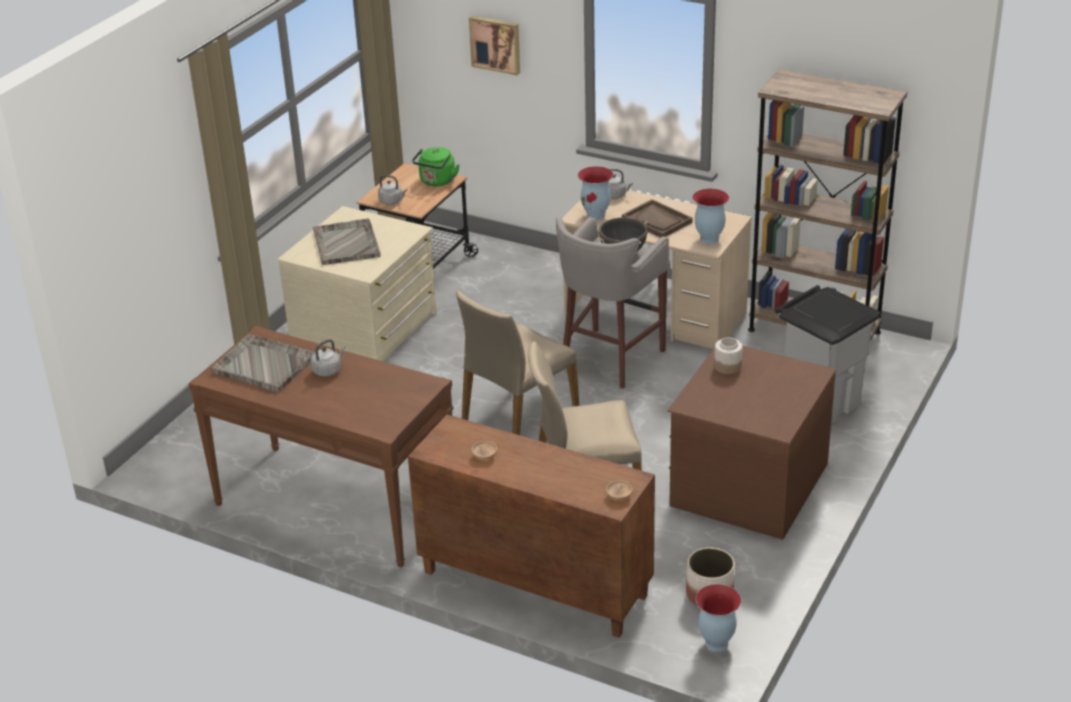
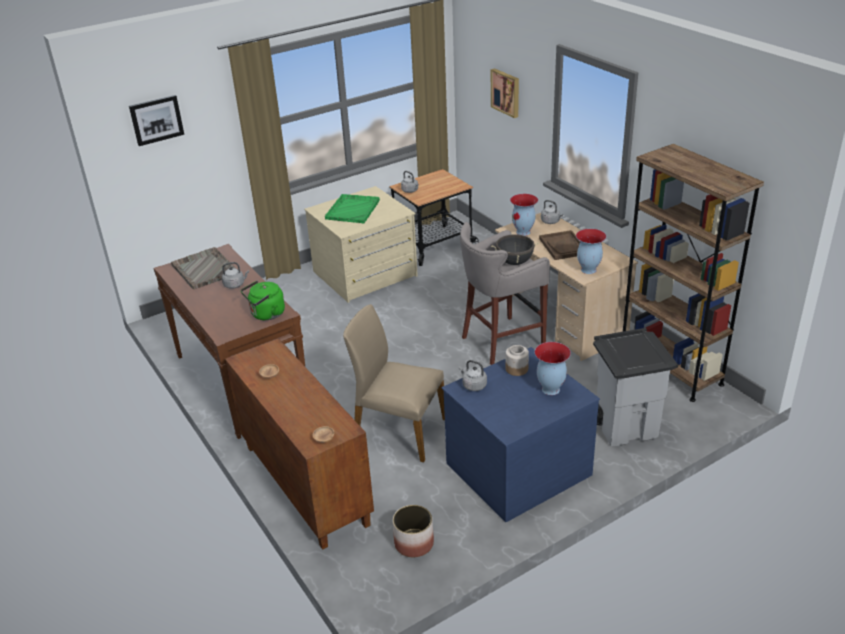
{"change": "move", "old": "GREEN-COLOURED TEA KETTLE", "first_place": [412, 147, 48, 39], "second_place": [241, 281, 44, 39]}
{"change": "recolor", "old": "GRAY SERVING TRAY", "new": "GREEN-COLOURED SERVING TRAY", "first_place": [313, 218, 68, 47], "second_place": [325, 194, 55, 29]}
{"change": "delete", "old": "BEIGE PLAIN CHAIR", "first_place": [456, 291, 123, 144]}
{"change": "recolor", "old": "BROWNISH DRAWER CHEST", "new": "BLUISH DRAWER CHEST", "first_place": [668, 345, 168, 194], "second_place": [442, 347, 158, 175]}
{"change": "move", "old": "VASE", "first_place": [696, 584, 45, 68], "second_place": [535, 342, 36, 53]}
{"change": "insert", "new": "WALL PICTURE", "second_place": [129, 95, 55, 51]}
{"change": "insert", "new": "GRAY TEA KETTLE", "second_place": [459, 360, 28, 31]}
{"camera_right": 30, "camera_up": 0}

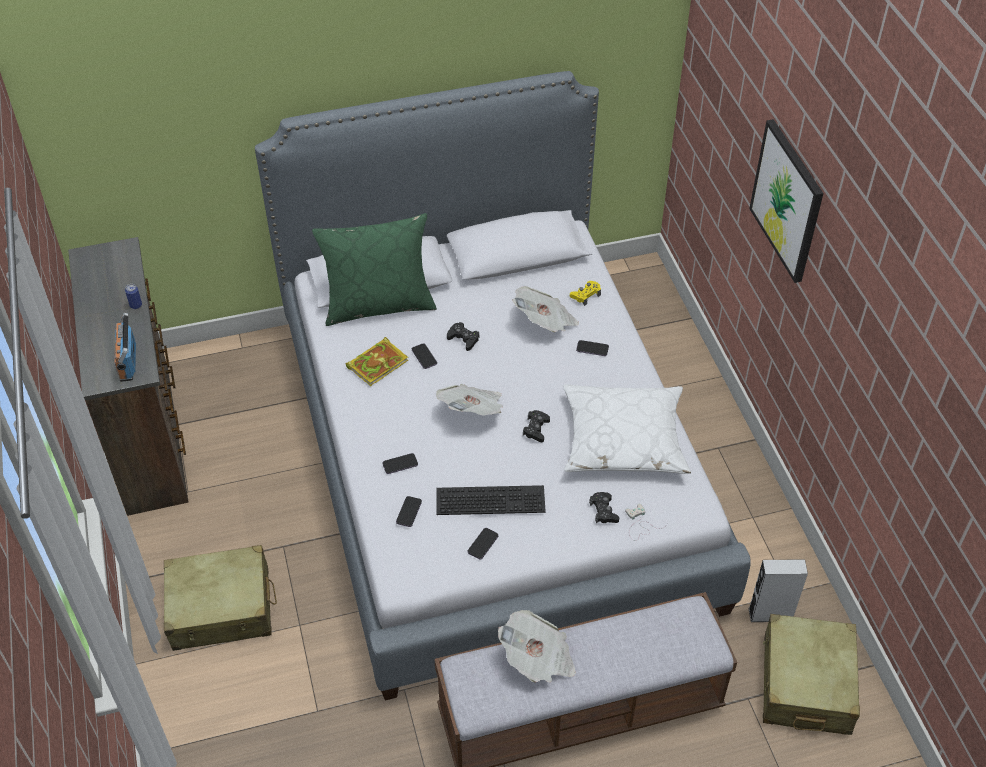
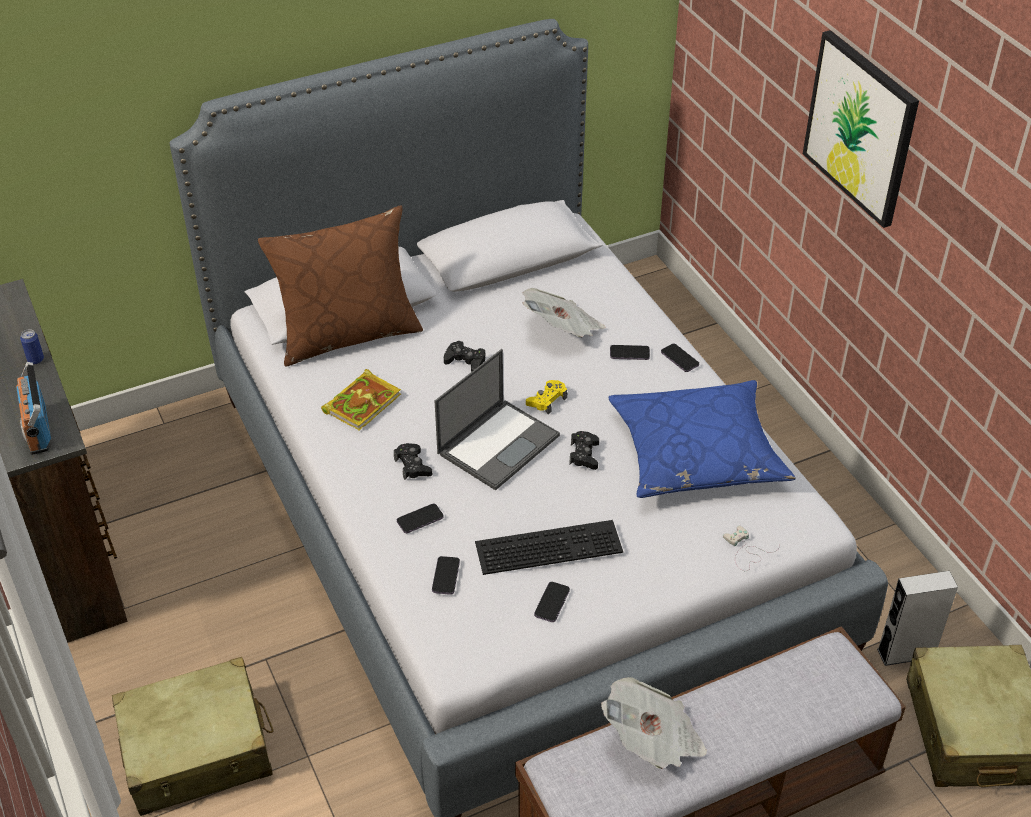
{"change": "recolor", "old": "GREEN-COLOURED CUSHION", "new": "BROWNISH CUSHION", "first_place": [312, 213, 125, 113], "second_place": [258, 205, 165, 162]}
{"change": "move", "old": "YELLOW-COLOURED GAMEPAD", "first_place": [570, 281, 31, 25], "second_place": [526, 380, 41, 34]}
{"change": "move", "old": "HANDSET", "first_place": [412, 343, 25, 26], "second_place": [661, 344, 38, 28]}
{"change": "replace", "old": "NEWSPAPER", "new": "NOTEBOOK COMPUTER", "first_place": [436, 384, 67, 32], "second_place": [435, 349, 125, 141]}
{"change": "recolor", "old": "WHITE-COLOURED CUSHION", "new": "BLUISH CUSHION", "first_place": [563, 384, 128, 90], "second_place": [608, 380, 188, 118]}
{"change": "move", "old": "BLACKISH GAMEPAD", "first_place": [589, 492, 30, 31], "second_place": [394, 443, 38, 37]}
{"camera_right": -10, "camera_up": -5}

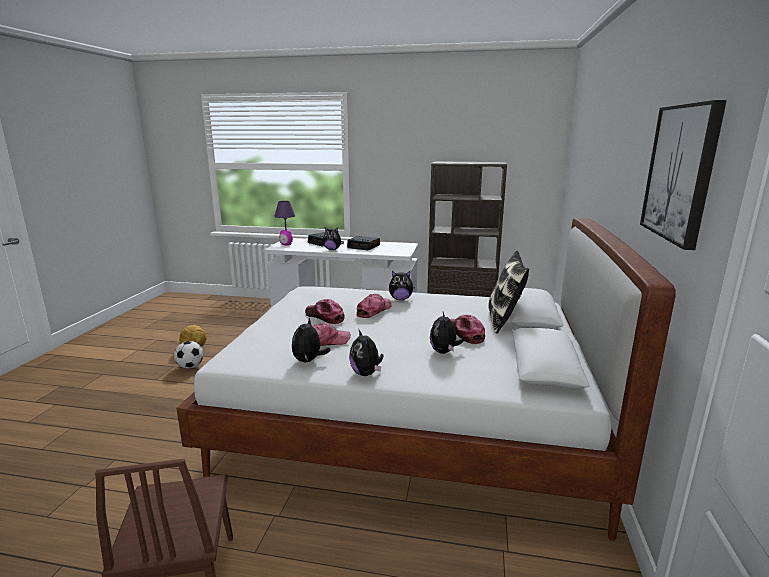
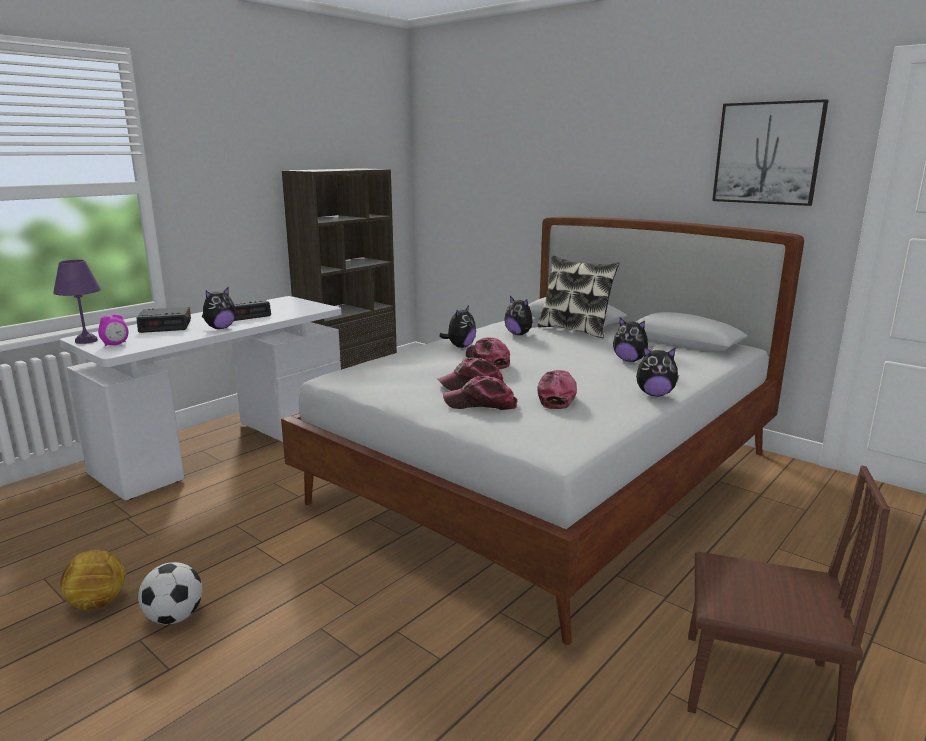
{"change": "move", "old": "CAP", "first_place": [450, 315, 35, 29], "second_place": [443, 375, 74, 35]}
{"change": "move", "old": "PLUSH TOY", "first_place": [292, 318, 39, 44], "second_place": [504, 296, 34, 39]}
{"camera_right": -60, "camera_up": 0}

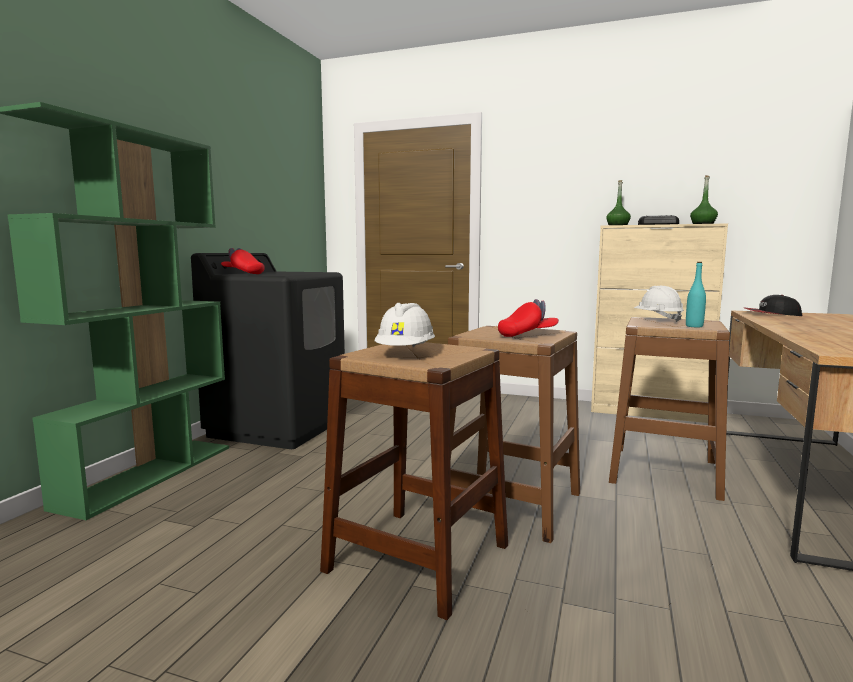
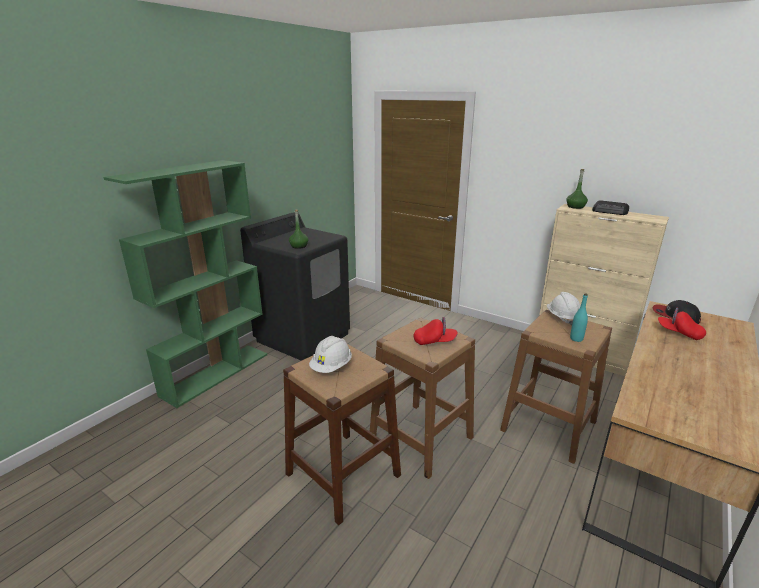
{"change": "move", "old": "GREEN-COLOURED BEVERAGE BOTTLE", "first_place": [690, 175, 28, 49], "second_place": [289, 210, 19, 39]}
{"change": "move", "old": "REDDISH CAP", "first_place": [221, 248, 44, 26], "second_place": [658, 308, 48, 32]}
{"camera_right": 15, "camera_up": 15}

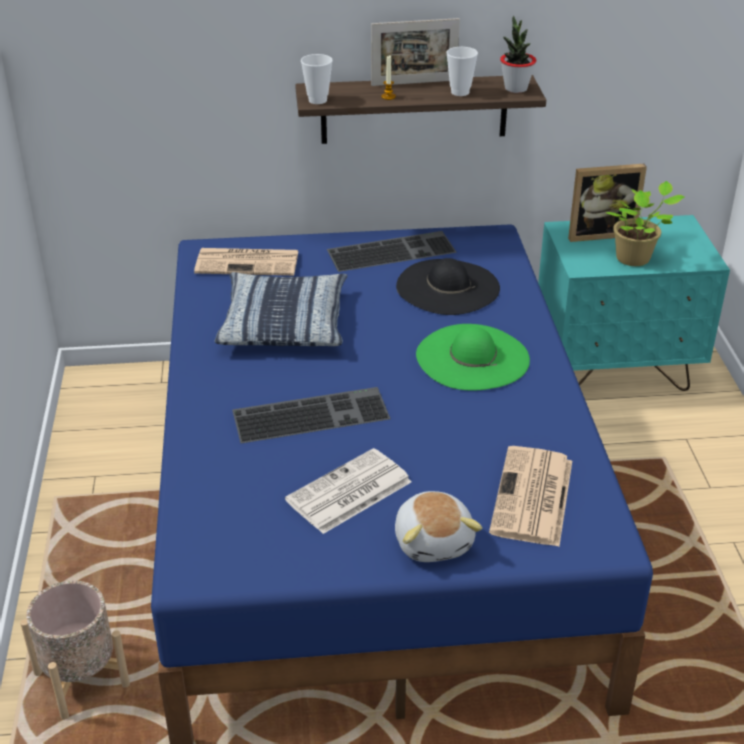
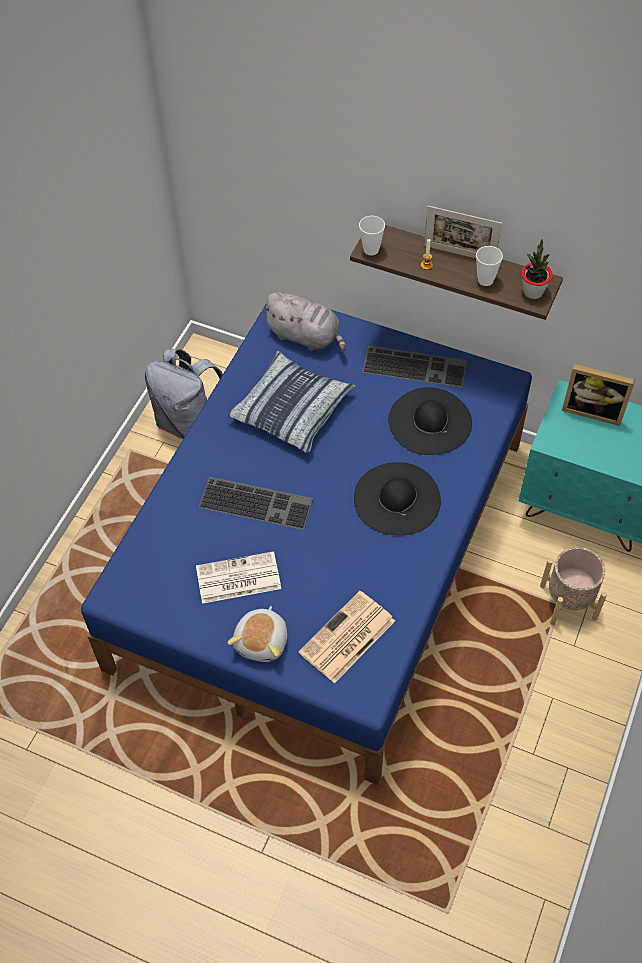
{"change": "delete", "old": "POTTED PLANT", "first_place": [606, 181, 79, 85]}
{"change": "replace", "old": "NEWSPAPER", "new": "GRAY PLUSH TOY", "first_place": [194, 248, 105, 28], "second_place": [262, 292, 84, 59]}
{"change": "recolor", "old": "GREEN-COLOURED HAT", "new": "BLACKISH HAT", "first_place": [416, 324, 114, 67], "second_place": [354, 462, 87, 74]}
{"change": "move", "old": "BEIGE PLANT POT", "first_place": [21, 581, 109, 139], "second_place": [540, 547, 67, 78]}
{"change": "insert", "new": "GRAY RUCKSACK", "second_place": [145, 349, 78, 90]}
{"camera_right": 30, "camera_up": 20}

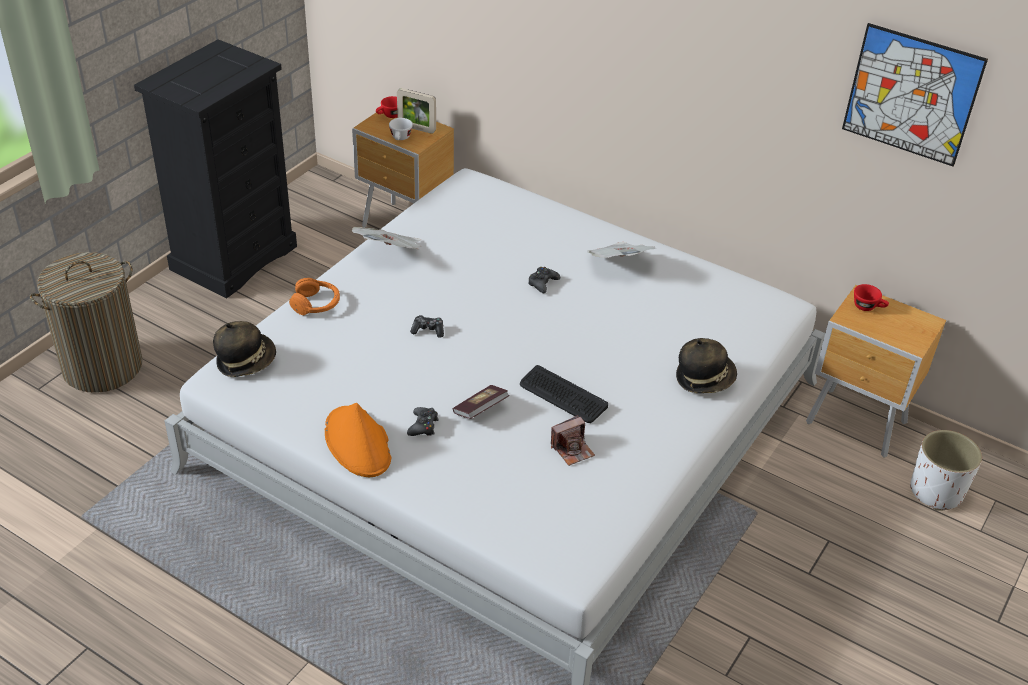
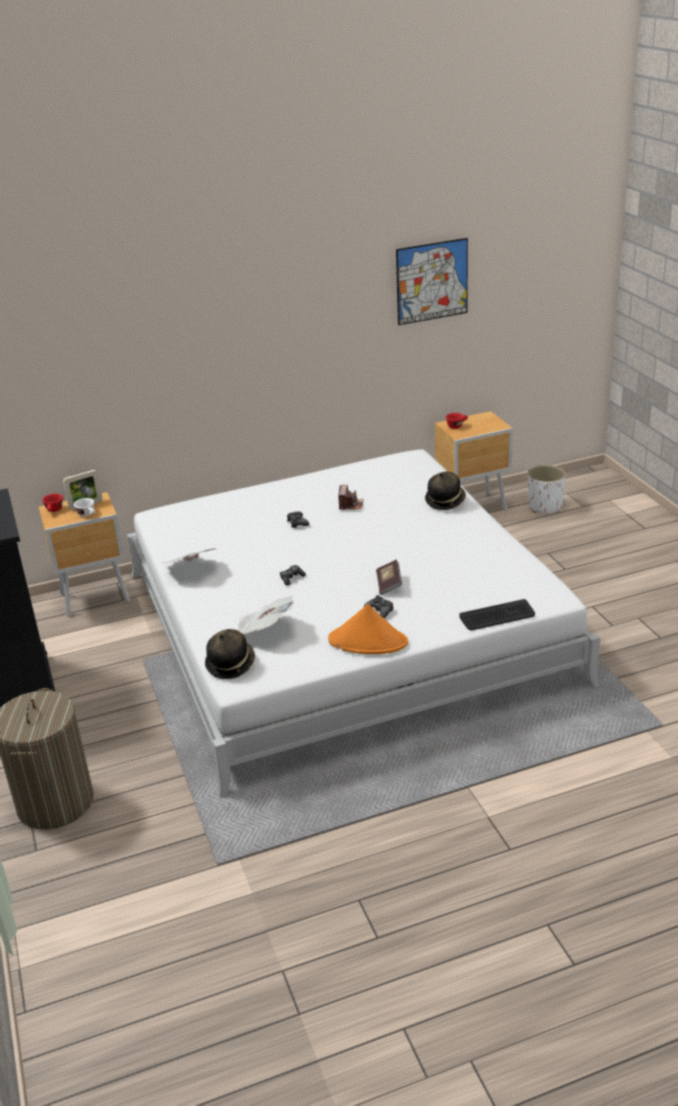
{"change": "move", "old": "NEWSPAPER", "first_place": [587, 242, 69, 16], "second_place": [237, 595, 57, 40]}
{"change": "delete", "old": "ORANGEY HEADSET", "first_place": [289, 278, 51, 37]}
{"change": "move", "old": "COMPUTER KEYBOARD", "first_place": [520, 365, 88, 58], "second_place": [459, 599, 76, 31]}
{"change": "move", "old": "PHOTO CAMERA", "first_place": [551, 415, 44, 51], "second_place": [338, 485, 26, 25]}
{"camera_right": -50, "camera_up": -10}

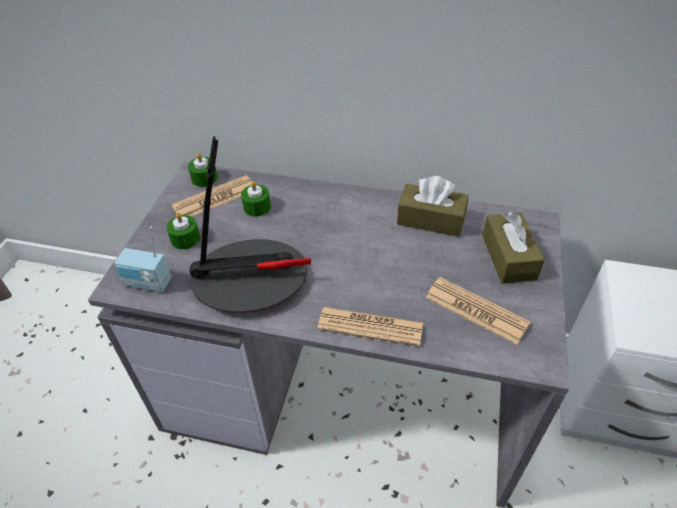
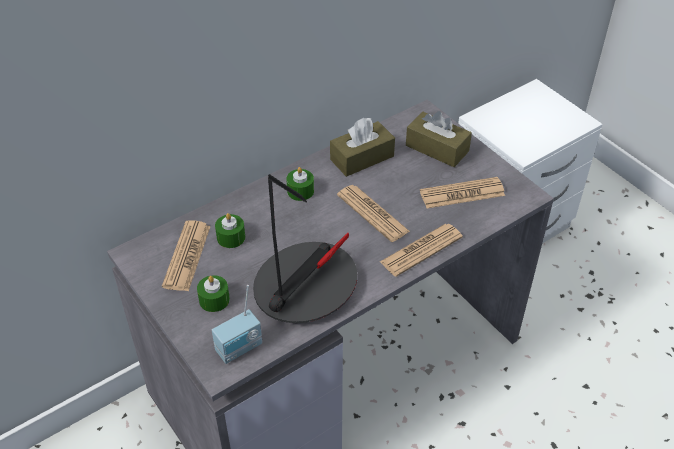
{"change": "move", "old": "GREEN-COLOURED WAX CANDLE", "first_place": [188, 153, 30, 34], "second_place": [286, 167, 28, 34]}
{"change": "insert", "new": "NEWSPAPER", "second_place": [337, 185, 73, 57]}
{"camera_right": -50, "camera_up": 0}

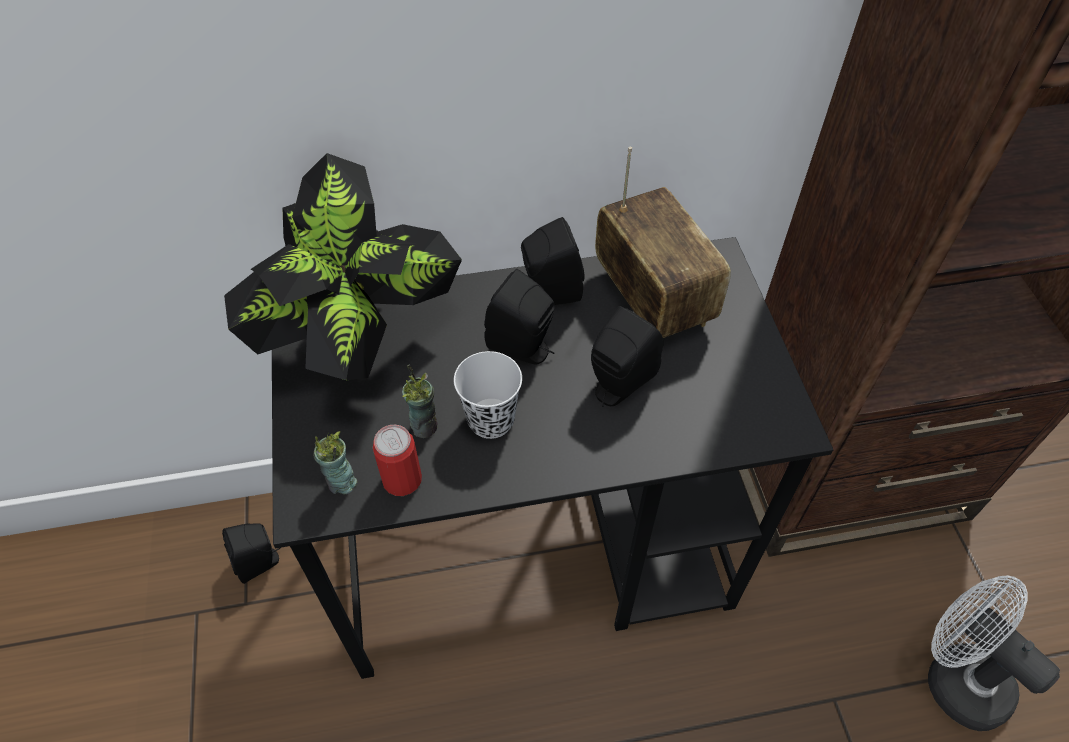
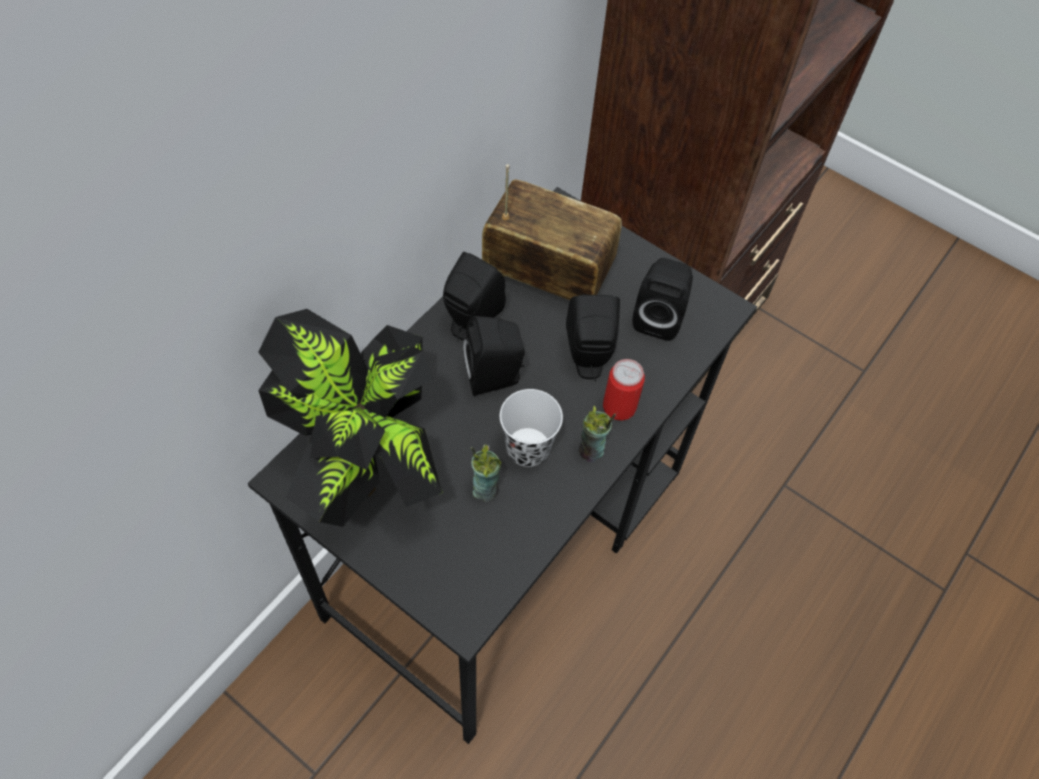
{"change": "move", "old": "CAN", "first_place": [373, 425, 49, 71], "second_place": [603, 359, 42, 62]}
{"change": "move", "old": "DRINKING CUP", "first_place": [313, 431, 44, 64], "second_place": [579, 406, 37, 56]}
{"change": "move", "old": "BLACKISH AUDIO SPEAKER", "first_place": [222, 523, 58, 61], "second_place": [633, 258, 60, 83]}
{"change": "delete", "old": "WHITE-COLOURED FAN", "first_place": [928, 575, 132, 156]}
{"camera_right": -45, "camera_up": 5}

